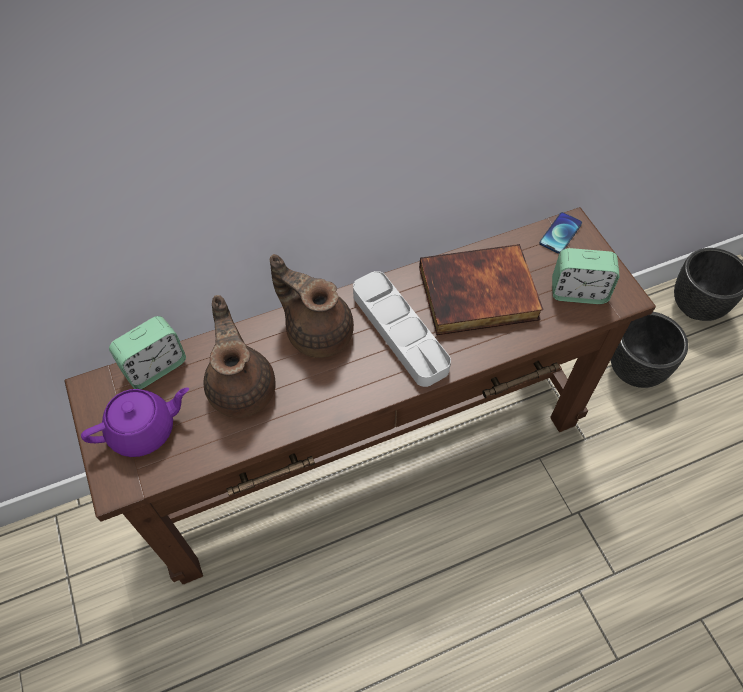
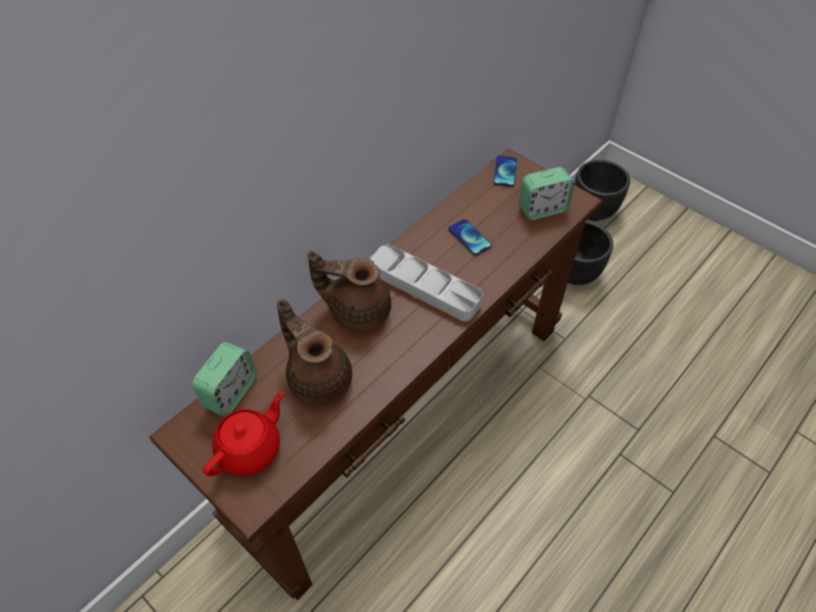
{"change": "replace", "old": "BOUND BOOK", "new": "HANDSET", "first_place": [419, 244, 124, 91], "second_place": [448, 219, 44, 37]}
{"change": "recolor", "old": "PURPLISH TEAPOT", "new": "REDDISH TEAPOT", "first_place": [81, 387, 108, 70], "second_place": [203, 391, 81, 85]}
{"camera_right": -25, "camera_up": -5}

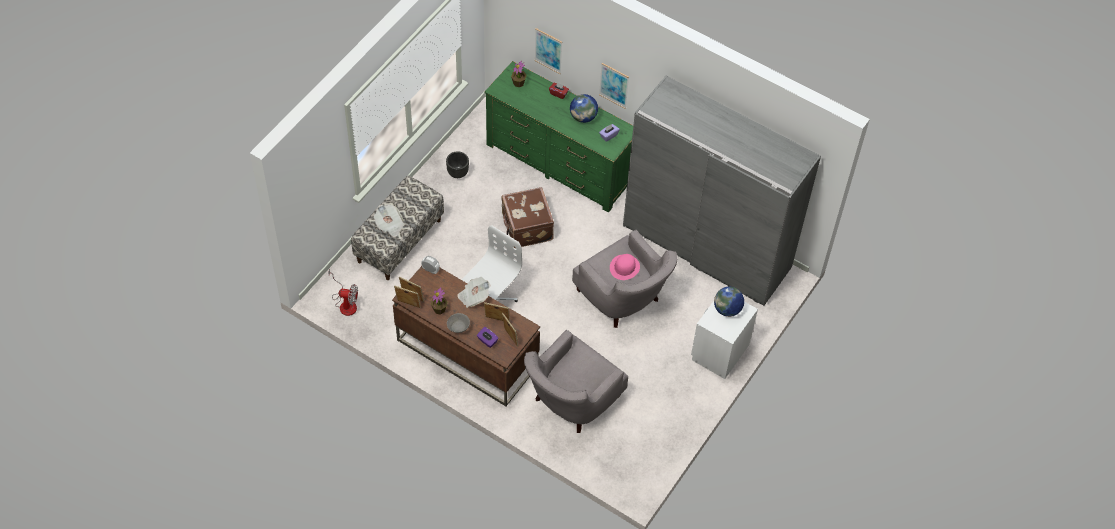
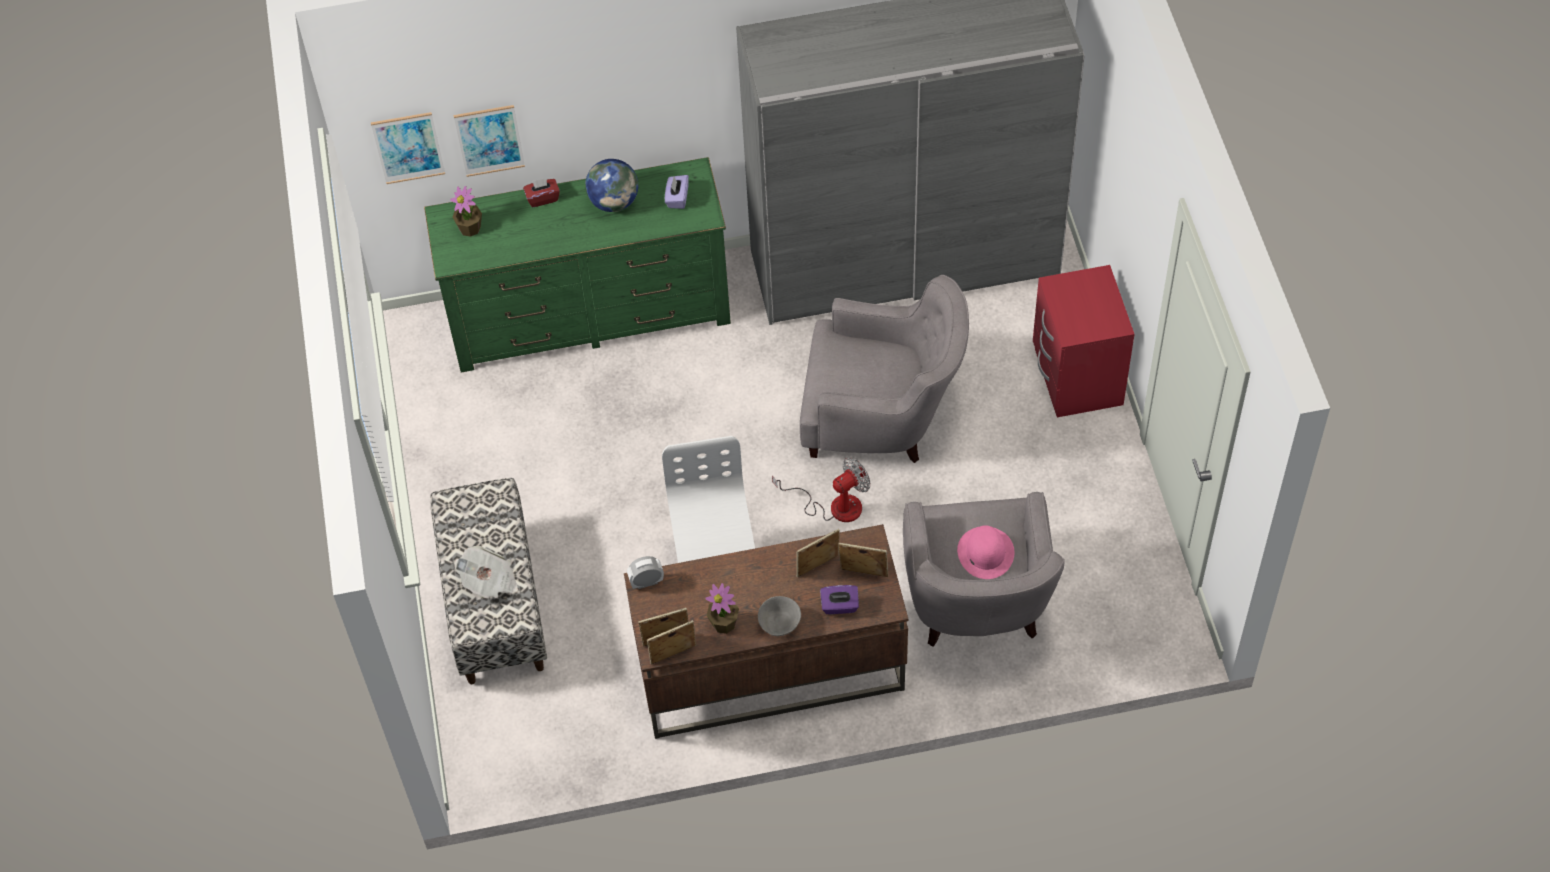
{"change": "move", "old": "WALL PICTURE", "first_place": [599, 63, 30, 46], "second_place": [371, 112, 74, 72]}
{"change": "delete", "old": "BLACKISH PLANT POT", "first_place": [446, 151, 23, 27]}
{"change": "delete", "old": "BROWNISH SUITCASE", "first_place": [501, 187, 53, 61]}
{"change": "move", "old": "PINKISH HAT", "first_place": [610, 254, 30, 26], "second_place": [957, 525, 57, 54]}
{"change": "move", "old": "FAN", "first_place": [328, 269, 30, 47], "second_place": [772, 457, 98, 65]}
{"change": "delete", "old": "NEWSPAPER", "first_place": [457, 277, 33, 31]}
{"change": "delete", "old": "GLOBE", "first_place": [714, 287, 30, 30]}
{"change": "recolor", "old": "WHITE-COLOURED NIGHTSTAND", "new": "REDDISH NIGHTSTAND", "first_place": [691, 301, 67, 78], "second_place": [1033, 265, 101, 152]}
{"camera_right": -40, "camera_up": 0}

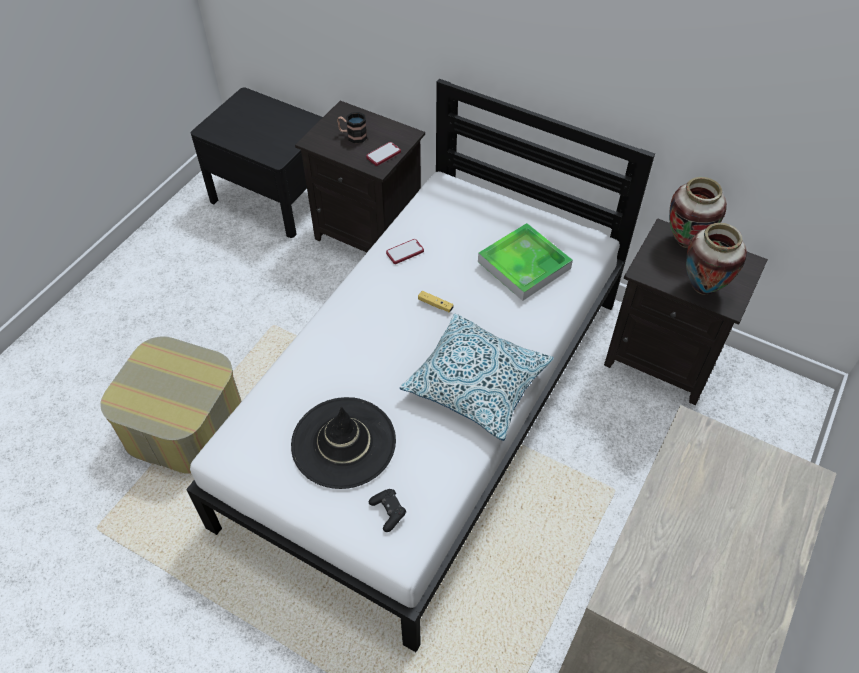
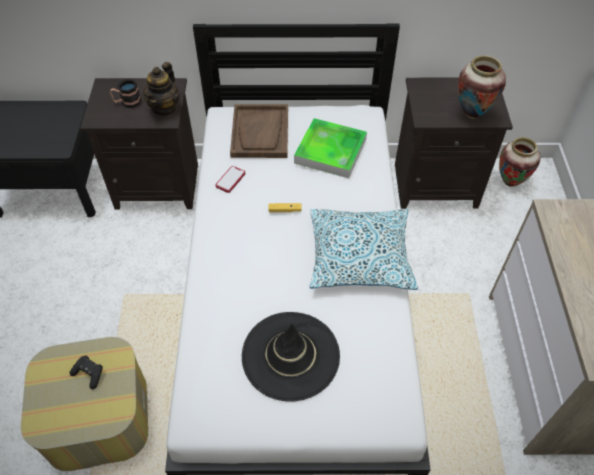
{"change": "replace", "old": "HANDSET", "new": "TEAPOT", "first_place": [366, 142, 35, 24], "second_place": [143, 62, 37, 55]}
{"change": "move", "old": "VASE", "first_place": [669, 177, 58, 71], "second_place": [499, 137, 42, 50]}
{"change": "move", "old": "BLACKISH GAMEPAD", "first_place": [369, 489, 37, 43], "second_place": [70, 356, 33, 33]}
{"change": "insert", "new": "BROWNISH SERVING TRAY", "second_place": [230, 104, 58, 54]}
{"camera_right": -30, "camera_up": 0}

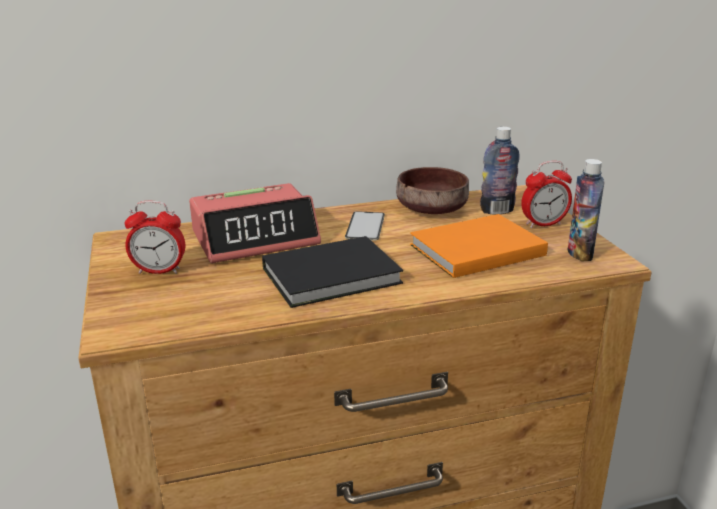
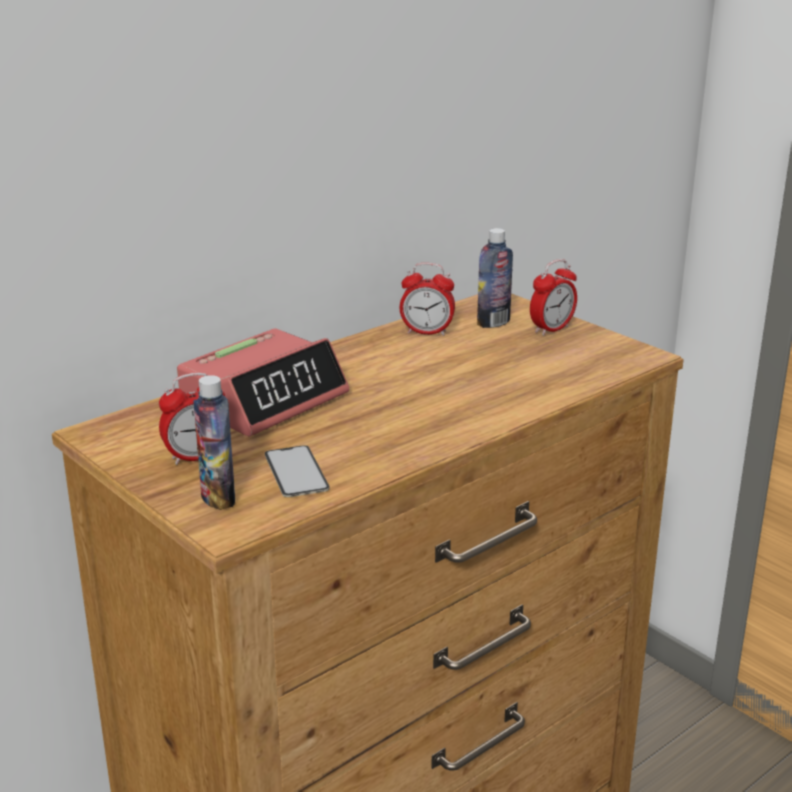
{"change": "move", "old": "BEVERAGE BOTTLE", "first_place": [567, 159, 37, 102], "second_place": [193, 375, 42, 135]}
{"change": "replace", "old": "BROWNISH DEEP DISH", "new": "BEDSIDE CLOCK", "first_place": [396, 167, 73, 47], "second_place": [400, 263, 55, 73]}
{"change": "move", "old": "HANDSET", "first_place": [345, 211, 40, 30], "second_place": [265, 445, 65, 52]}
{"change": "delete", "old": "ORANGEY BOUND BOOK", "first_place": [410, 214, 138, 64]}
{"change": "delete", "old": "BLACKISH BOUND BOOK", "first_place": [262, 236, 141, 72]}
{"camera_right": -25, "camera_up": 0}

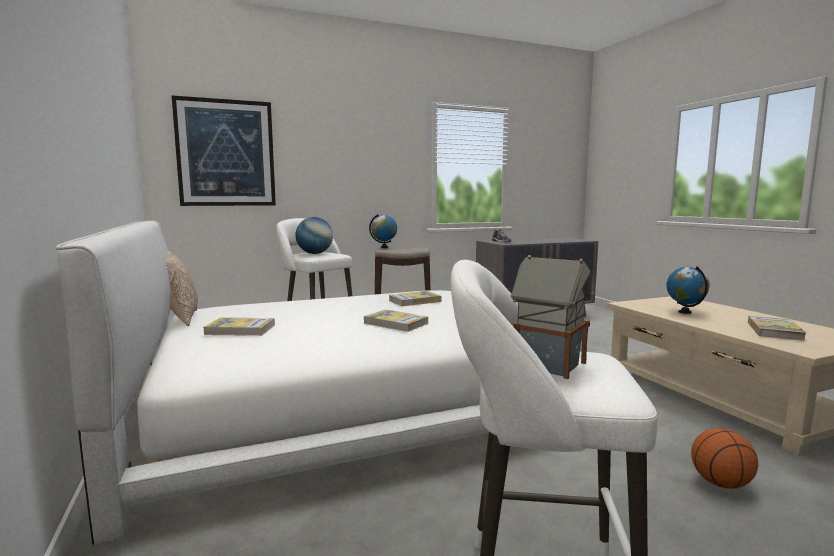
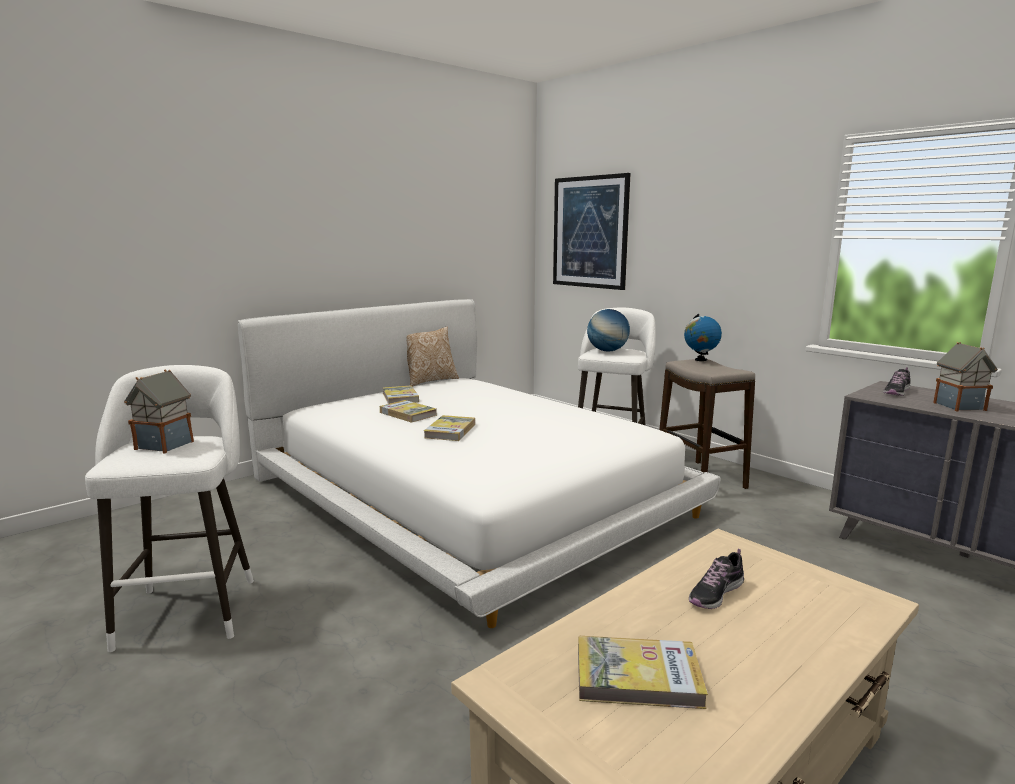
{"change": "replace", "old": "GLOBE", "new": "LOW SHOE", "first_place": [666, 266, 44, 48], "second_place": [689, 548, 55, 61]}
{"change": "move", "old": "BOUND BOOK", "first_place": [389, 291, 53, 15], "second_place": [380, 400, 57, 23]}
{"change": "delete", "old": "BASKETBALL", "first_place": [691, 428, 67, 61]}
{"change": "insert", "new": "MODEL HOUSE", "second_place": [933, 342, 65, 70]}
{"camera_right": 70, "camera_up": 5}

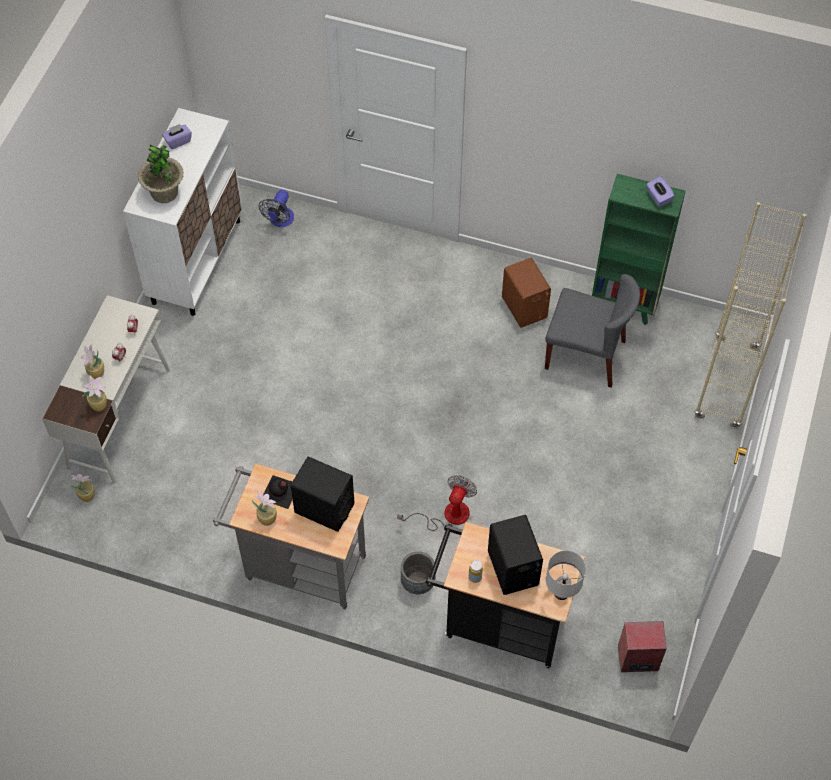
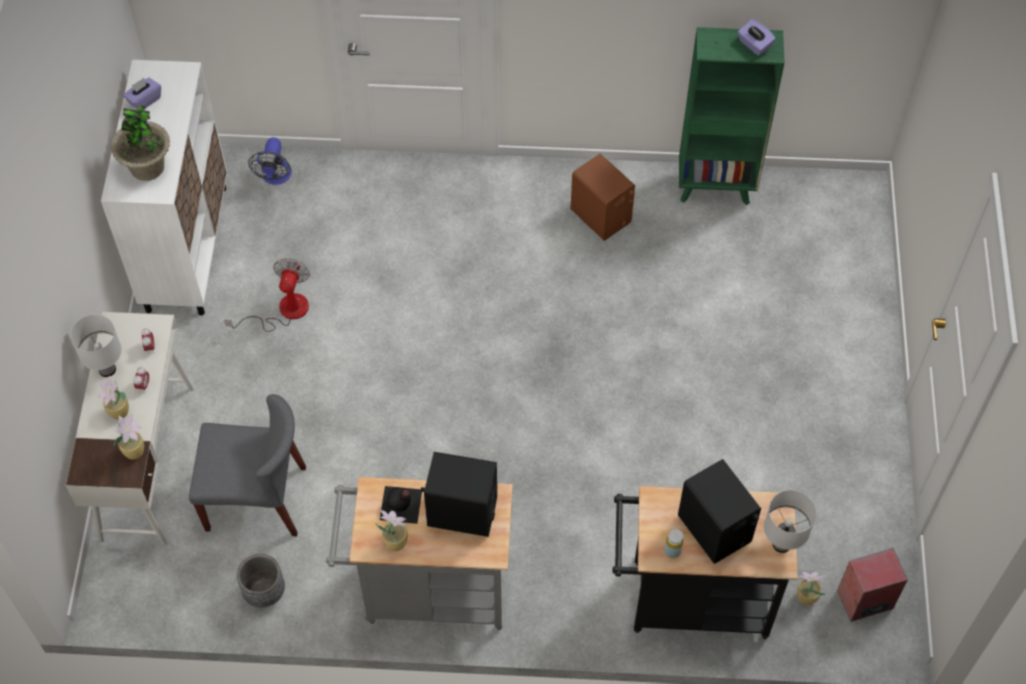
{"change": "delete", "old": "BEIGE SHELVING UNIT", "first_place": [694, 202, 113, 227]}
{"change": "move", "old": "GRAY PLAIN CHAIR", "first_place": [545, 274, 95, 114], "second_place": [189, 394, 117, 142]}
{"change": "move", "old": "POTTED PLANT", "first_place": [70, 474, 25, 28], "second_place": [797, 572, 30, 33]}
{"change": "move", "old": "FAN", "first_place": [397, 475, 80, 56], "second_place": [224, 258, 86, 74]}
{"change": "move", "old": "GRAY PLANT POT", "first_place": [401, 552, 34, 42], "second_place": [237, 554, 48, 54]}
{"change": "insert", "new": "WHITE-COLOURED TABLE LAMP", "second_place": [70, 314, 52, 63]}
{"camera_right": -15, "camera_up": 0}

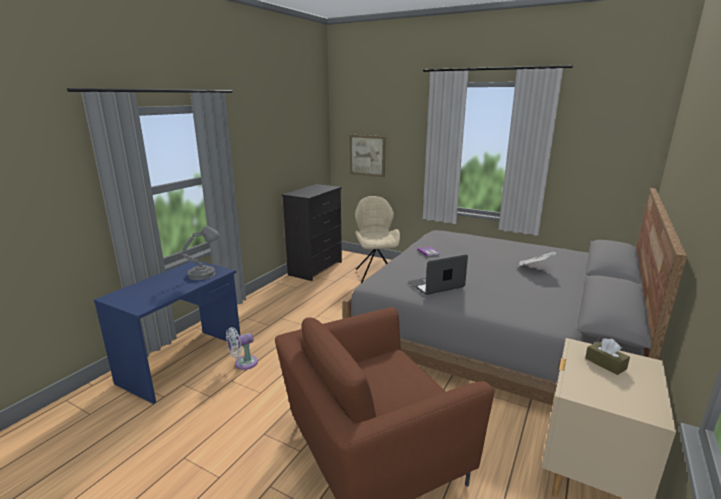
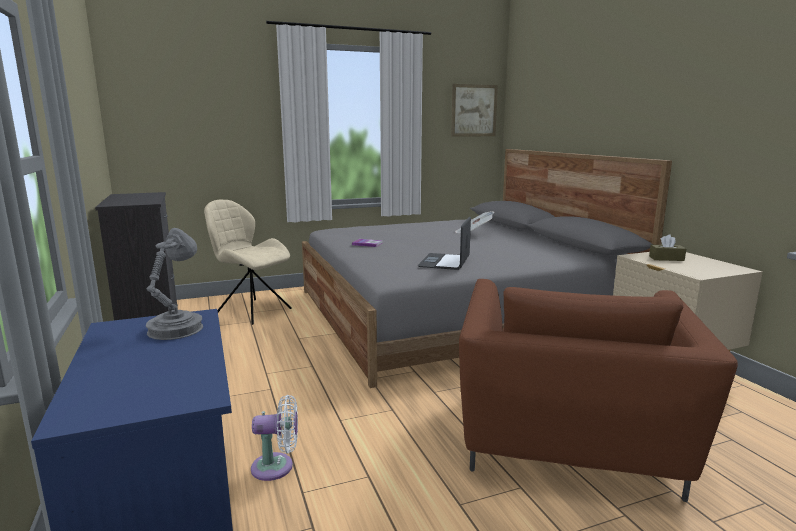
{"change": "move", "old": "WALL PICTURE", "first_place": [350, 135, 36, 42], "second_place": [451, 84, 47, 53]}
{"change": "rotate", "old": "WHITE-COLOURED FAN", "first_place": [226, 327, 32, 43], "second_place": [251, 395, 47, 86], "degrees": -105}
{"camera_right": -50, "camera_up": -5}

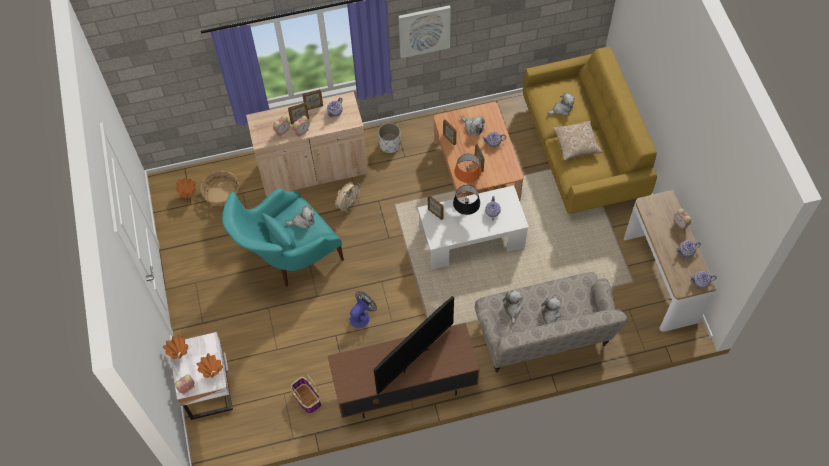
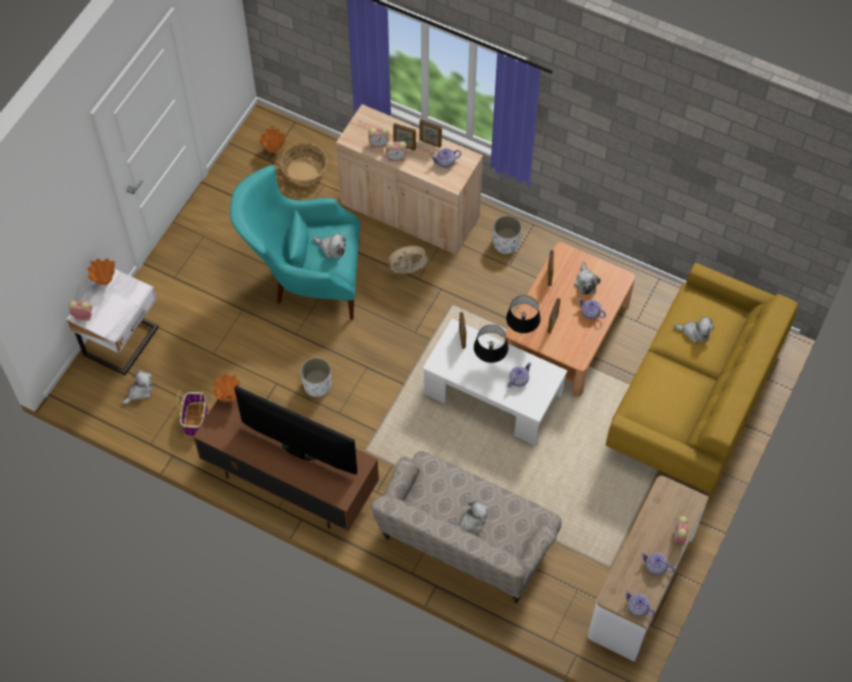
{"change": "delete", "old": "WALL PICTURE", "first_place": [398, 5, 53, 53]}
{"change": "delete", "old": "CUSHION", "first_place": [553, 120, 50, 41]}
{"change": "recolor", "old": "ORANGEY TABLE LAMP", "new": "BLACKISH TABLE LAMP", "first_place": [454, 153, 27, 30], "second_place": [506, 295, 35, 38]}
{"change": "move", "old": "PLUSH TOY", "first_place": [502, 290, 21, 34], "second_place": [122, 370, 31, 34]}
{"change": "replace", "old": "FAN", "new": "WHITE-COLOURED PLANT POT", "first_place": [350, 291, 27, 37], "second_place": [301, 357, 30, 40]}
{"change": "rotate", "old": "TV", "first_place": [374, 296, 80, 98], "second_place": [234, 386, 123, 89], "degrees": -150}
{"change": "move", "old": "ORANGEY VASE", "first_place": [197, 353, 26, 25], "second_place": [213, 374, 27, 28]}
{"camera_right": 40, "camera_up": 0}

